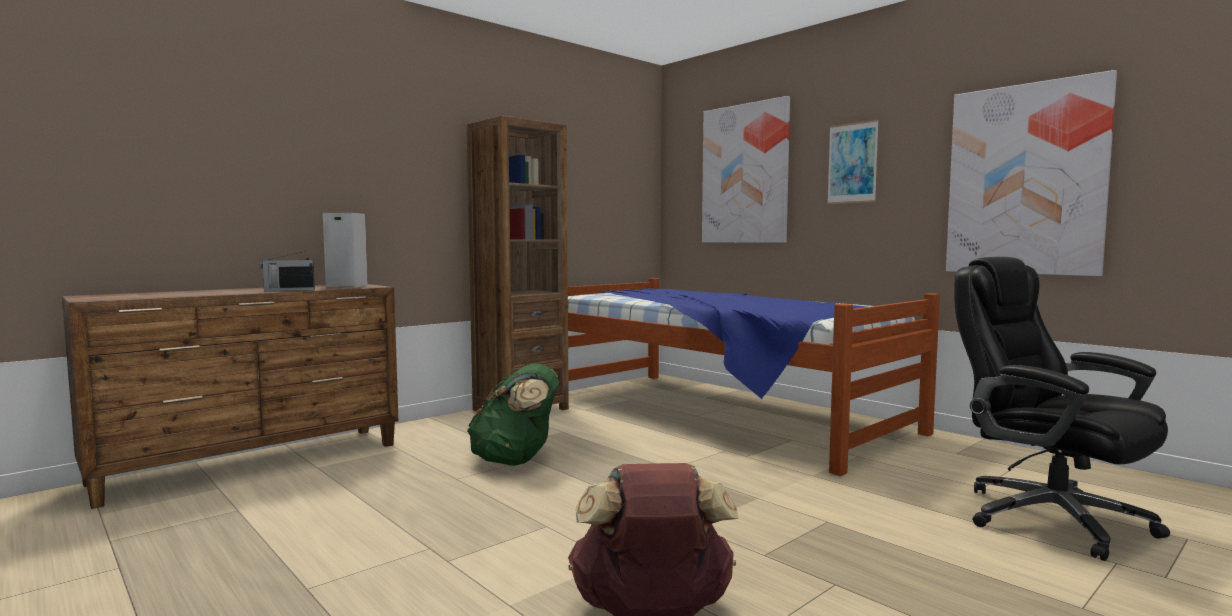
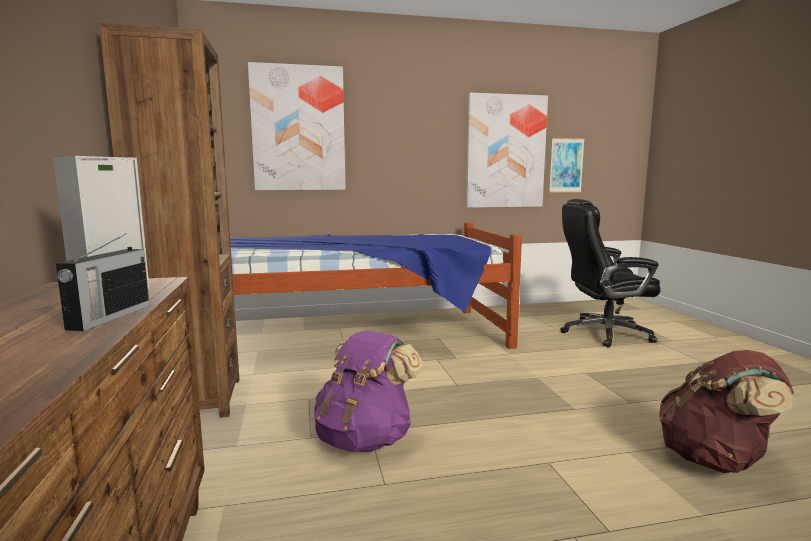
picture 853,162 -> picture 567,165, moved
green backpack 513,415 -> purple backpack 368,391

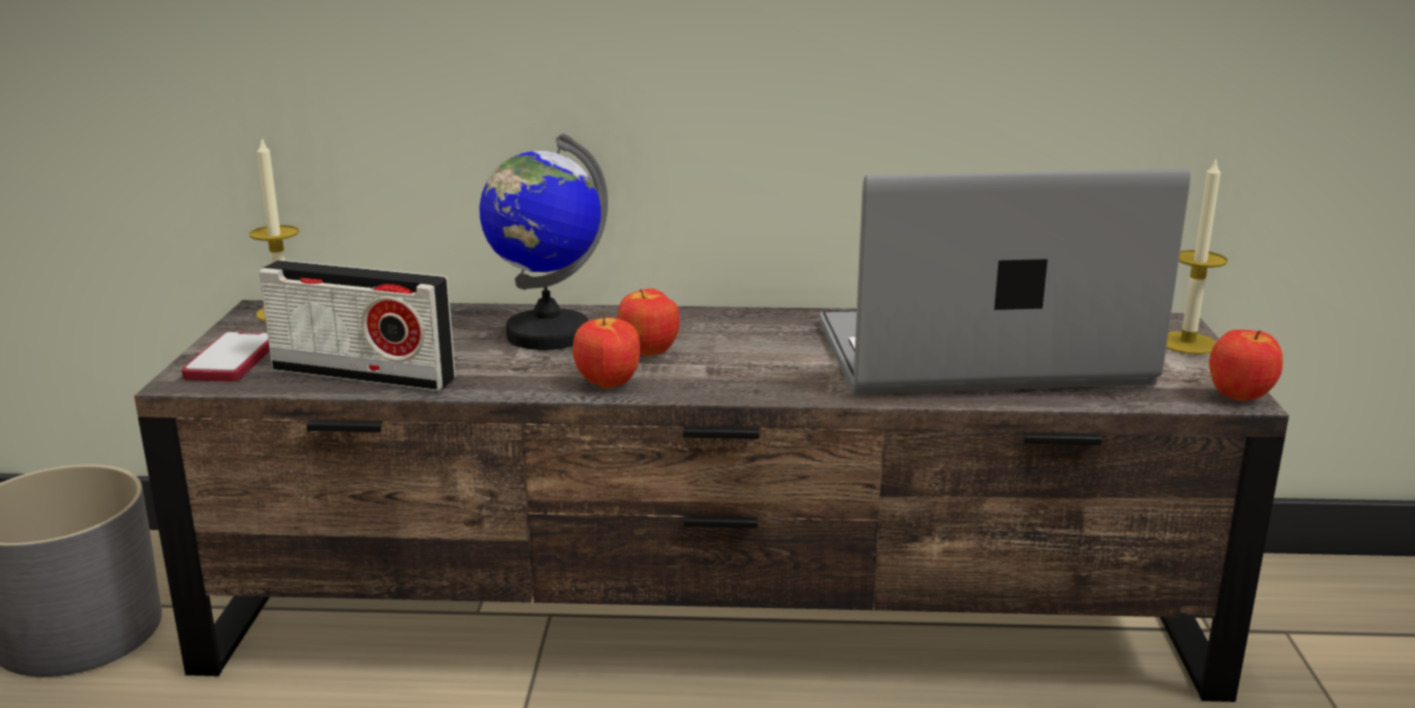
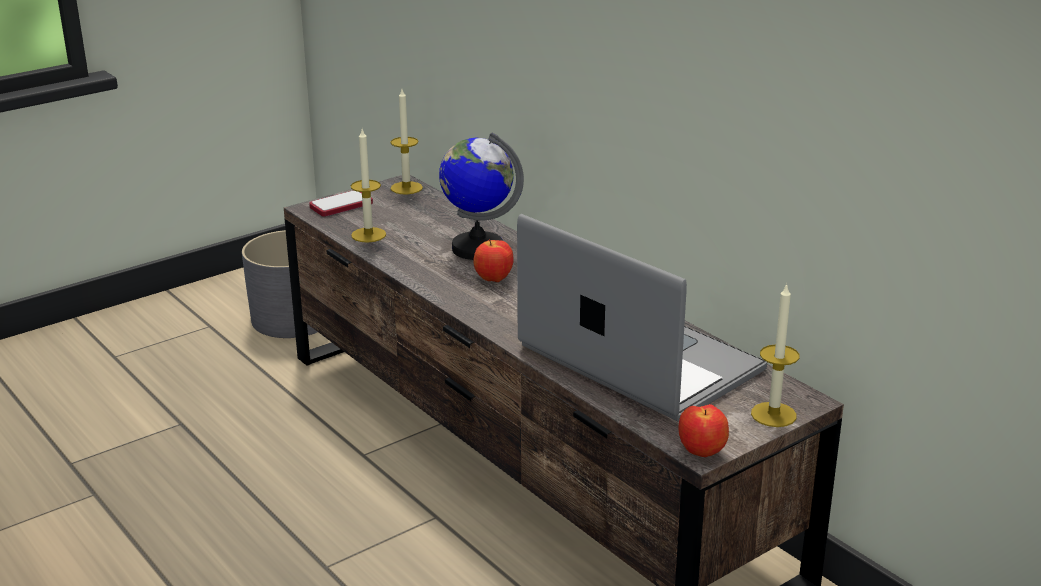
radio 357,325 -> candle 368,186
apple 606,351 -> none

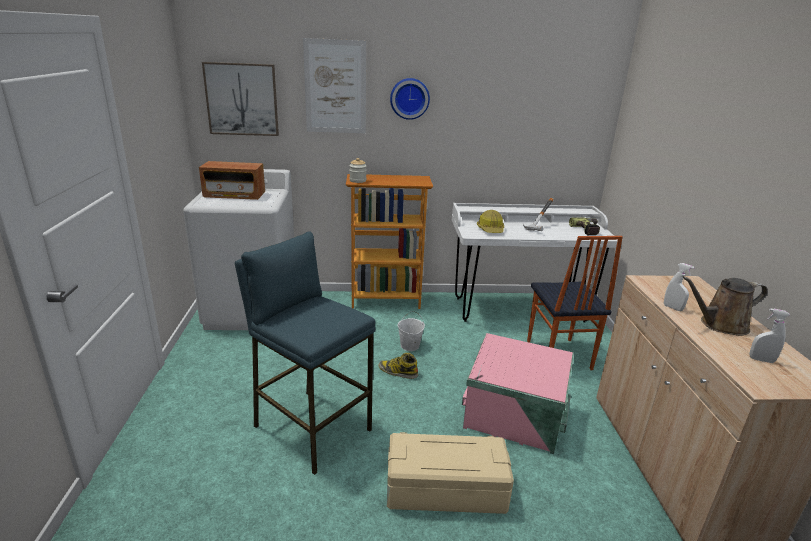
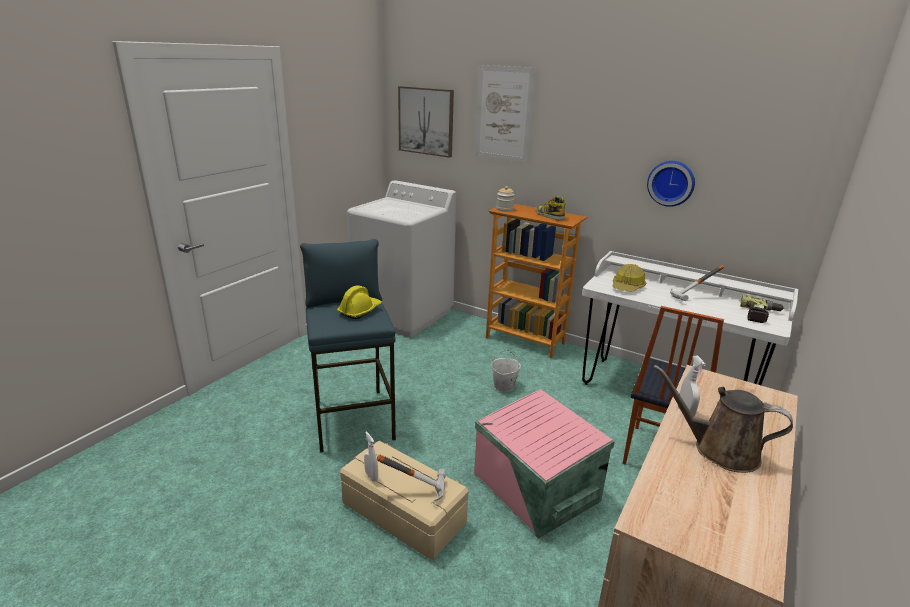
wall clock 410,99 -> wall clock 671,184, moved
radio 232,180 -> none
white spray bottle 770,335 -> white spray bottle 371,456, moved
boot 398,366 -> boot 550,208, moved
none -> yellow hard hat 359,302
none -> hammer 411,478

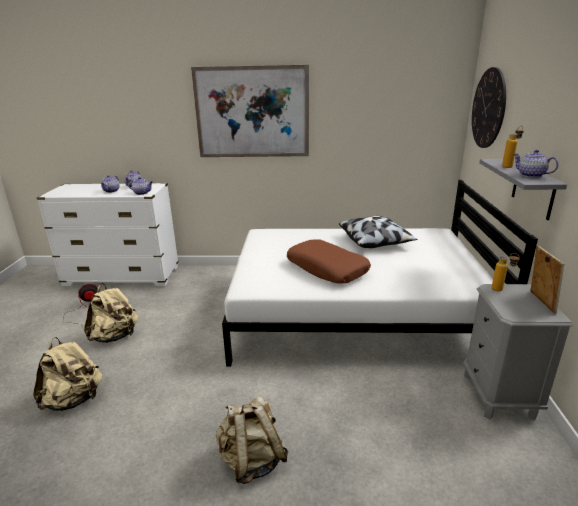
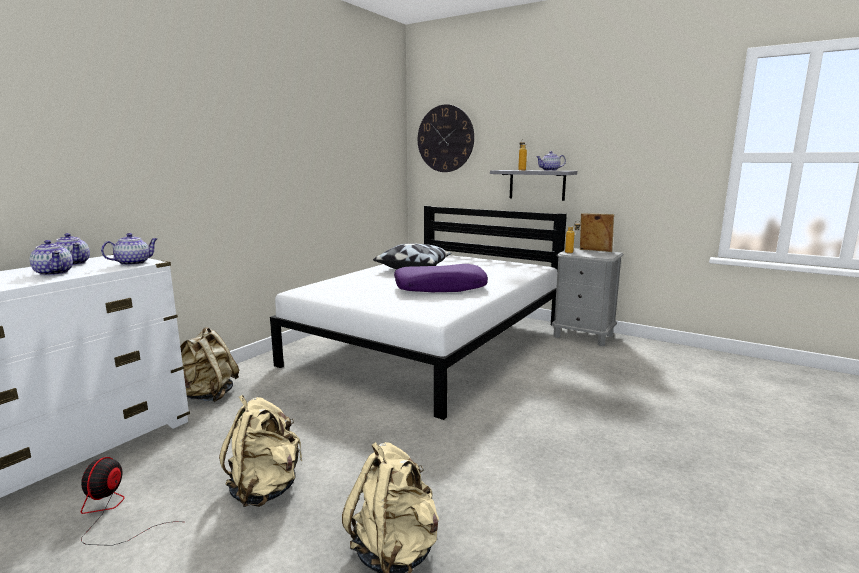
picture 250,111 -> none
brown pillow 329,261 -> purple pillow 441,278
beige backpack 252,440 -> beige backpack 209,364, moved

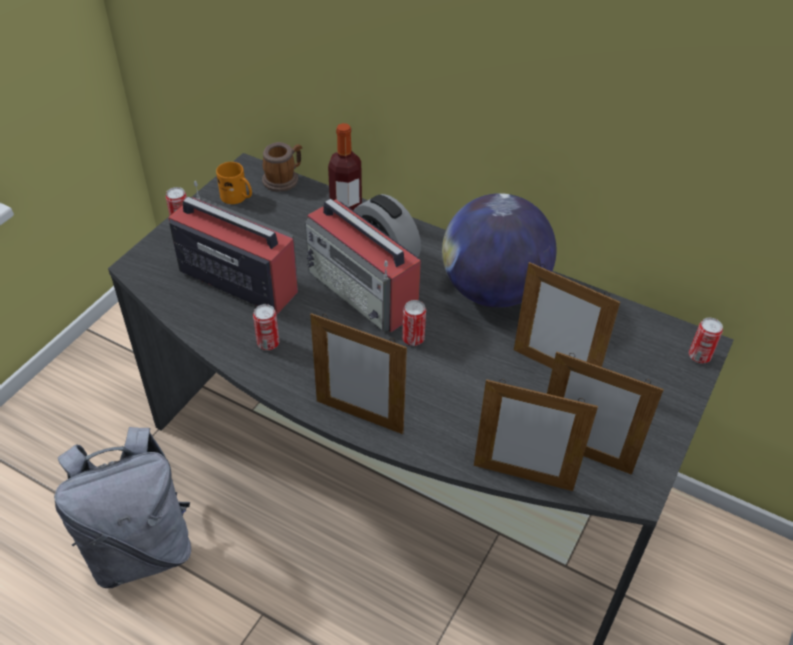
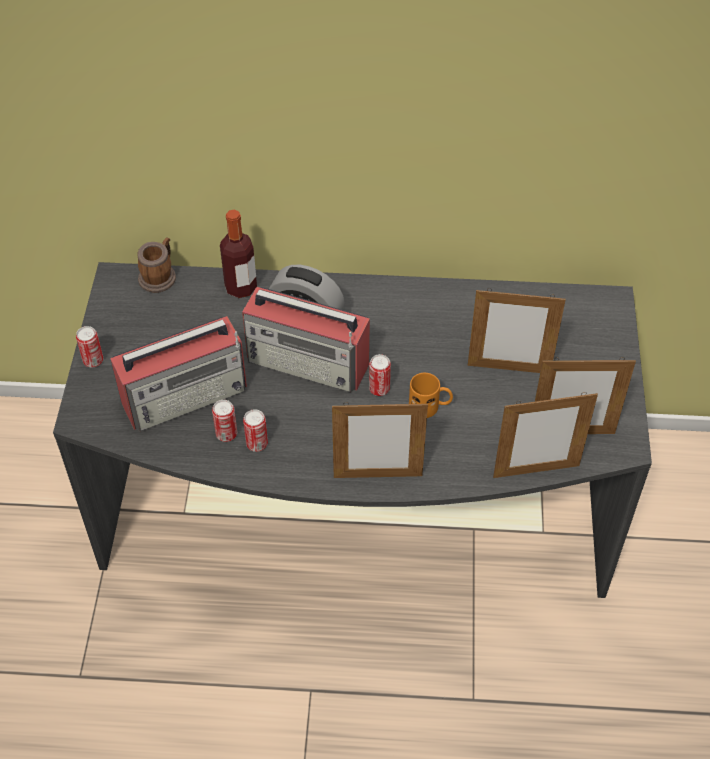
orange mug 234,183 -> orange mug 431,395, moved
radio 233,247 -> radio 178,374, 150 degrees clockwise
globe 499,250 -> none
can 706,340 -> can 224,421, moved
grey backpack 122,507 -> none

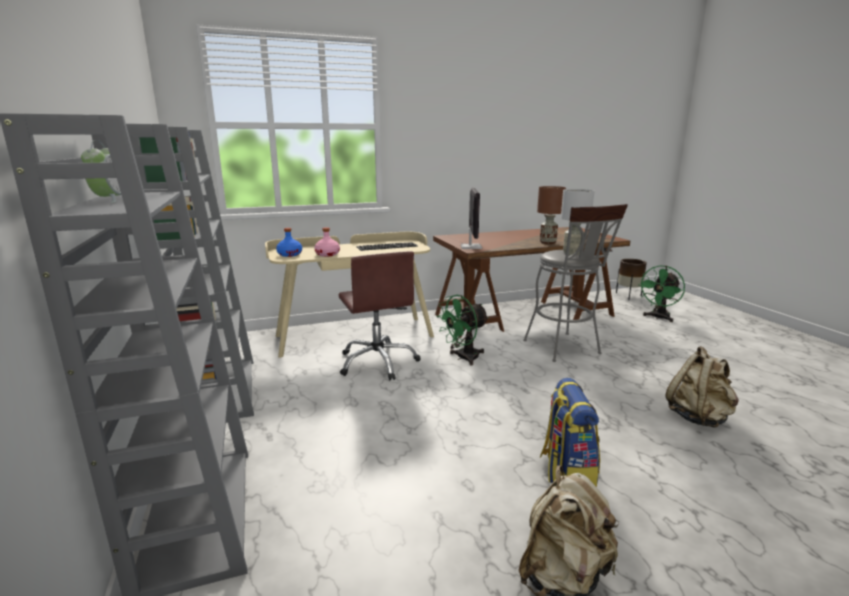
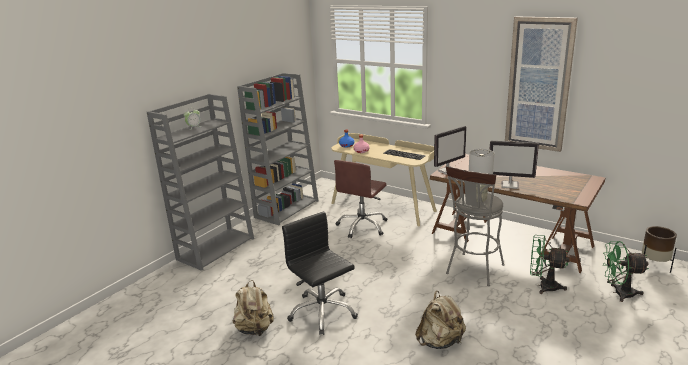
brown table lamp 551,215 -> monitor 514,165
green fan 462,330 -> green fan 550,264, moved
backpack 570,432 -> black office chair 320,273
none -> picture 541,84

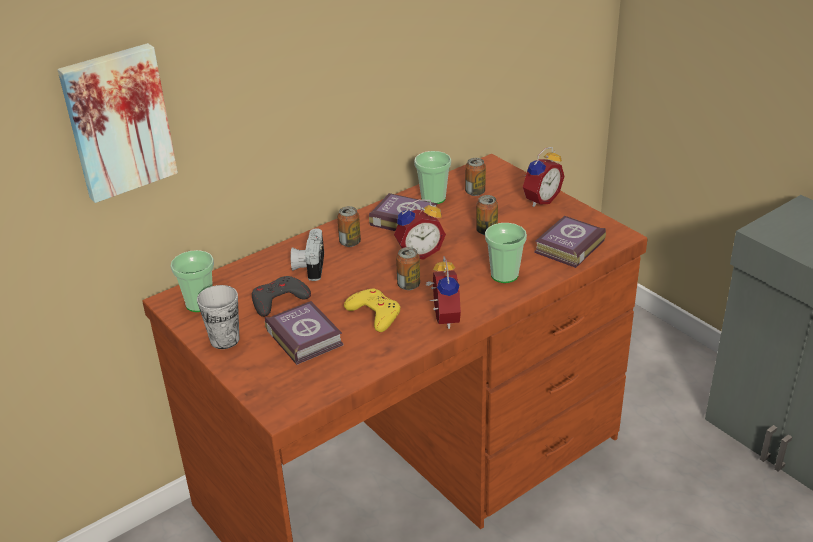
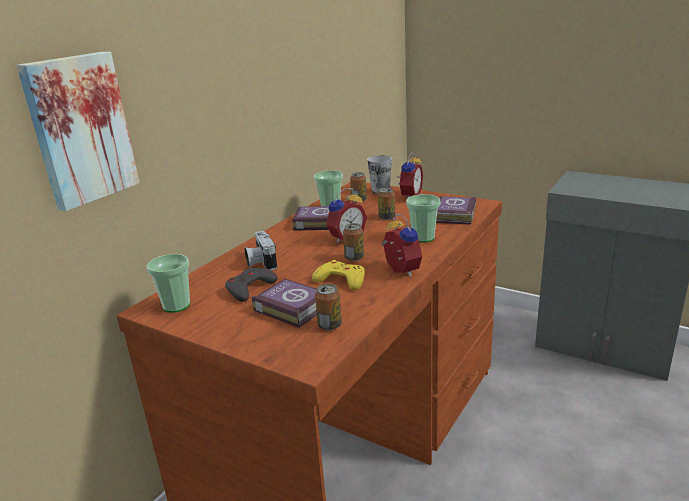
can 349,226 -> can 328,307, moved
cup 218,317 -> cup 379,174, moved

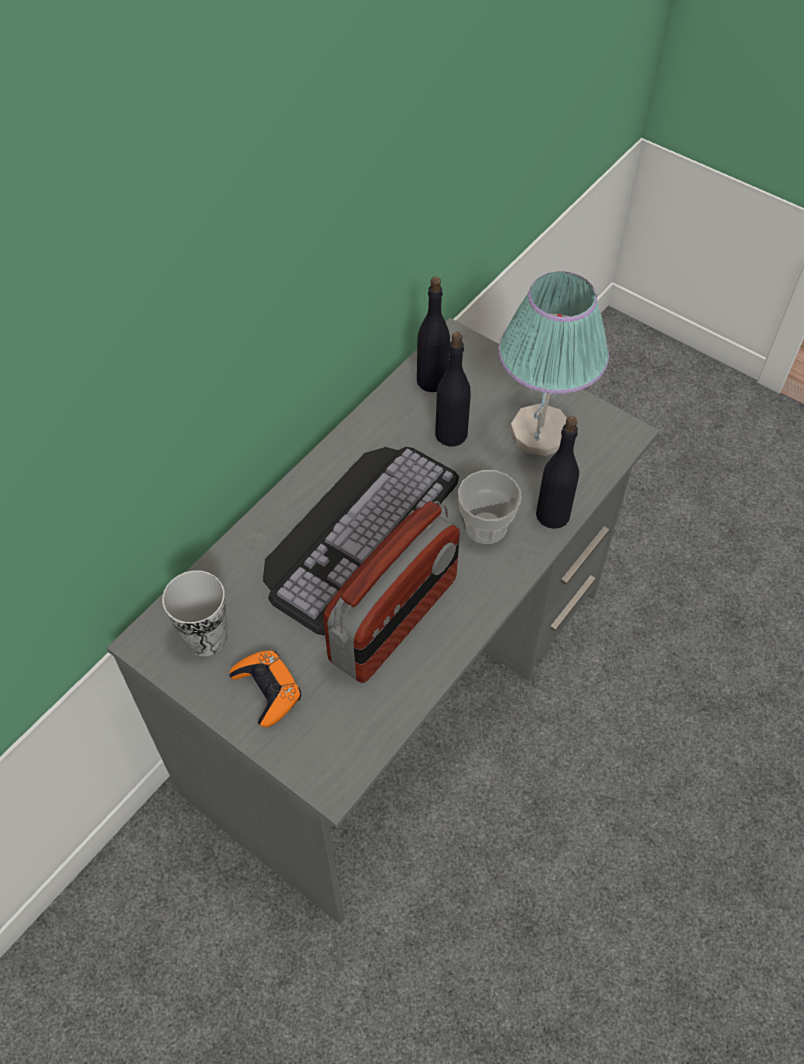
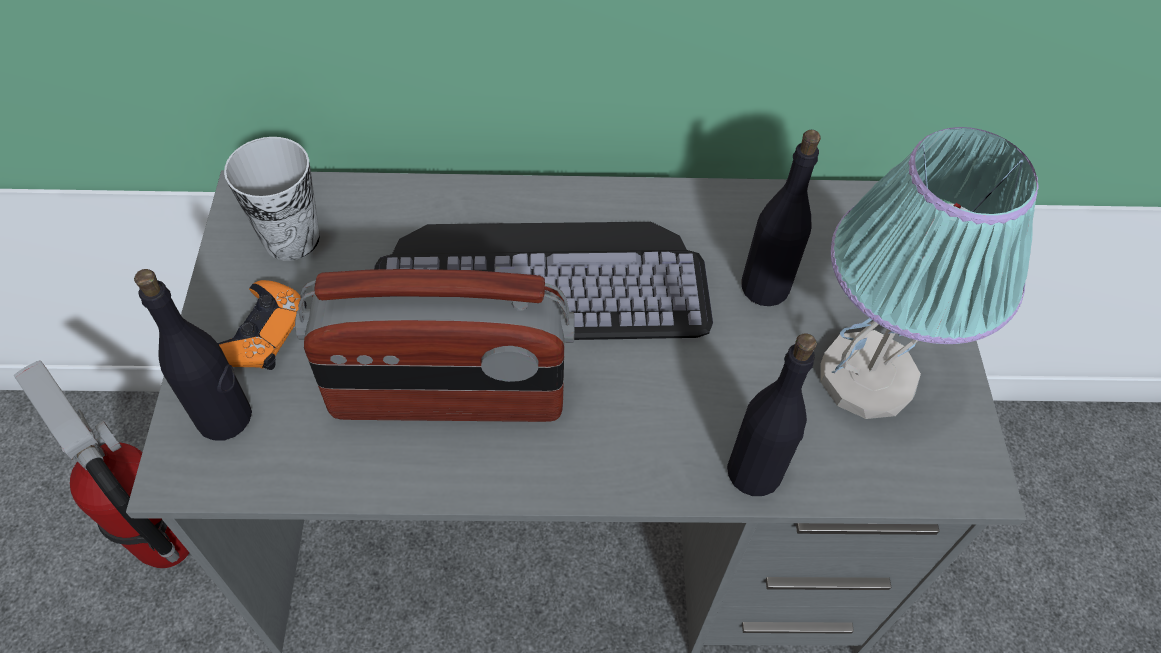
black bottle 433,334 -> black bottle 193,355, moved
cup 490,507 -> none
none -> fire extinguisher 101,464

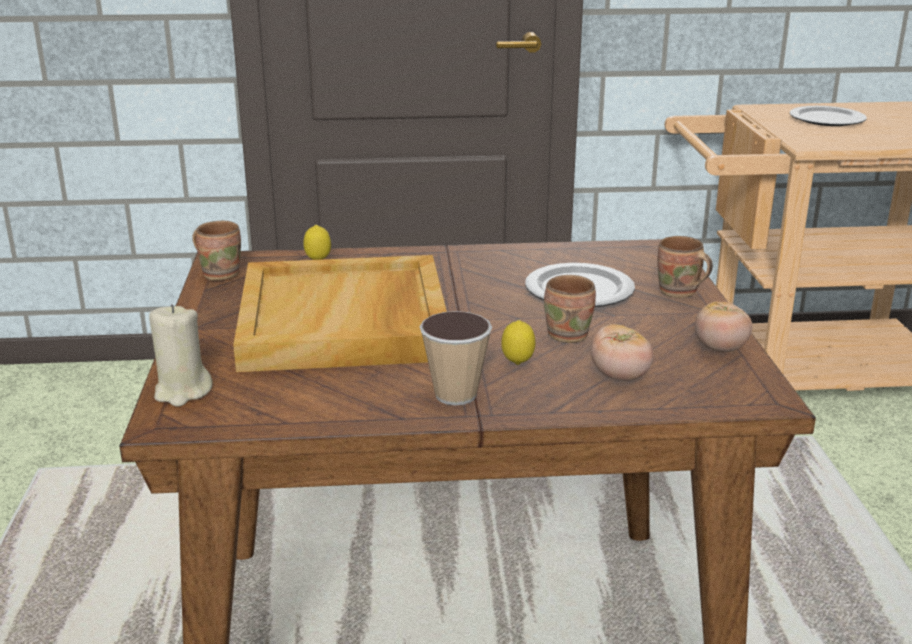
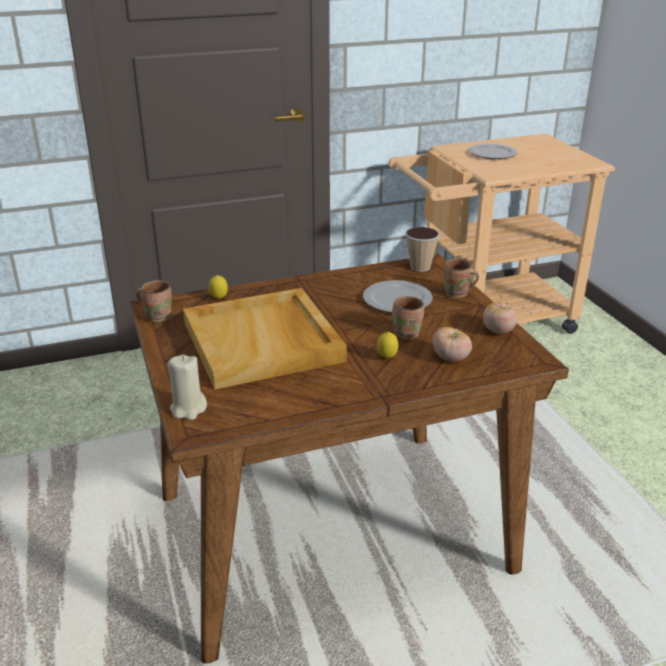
cup 456,358 -> cup 422,249, moved

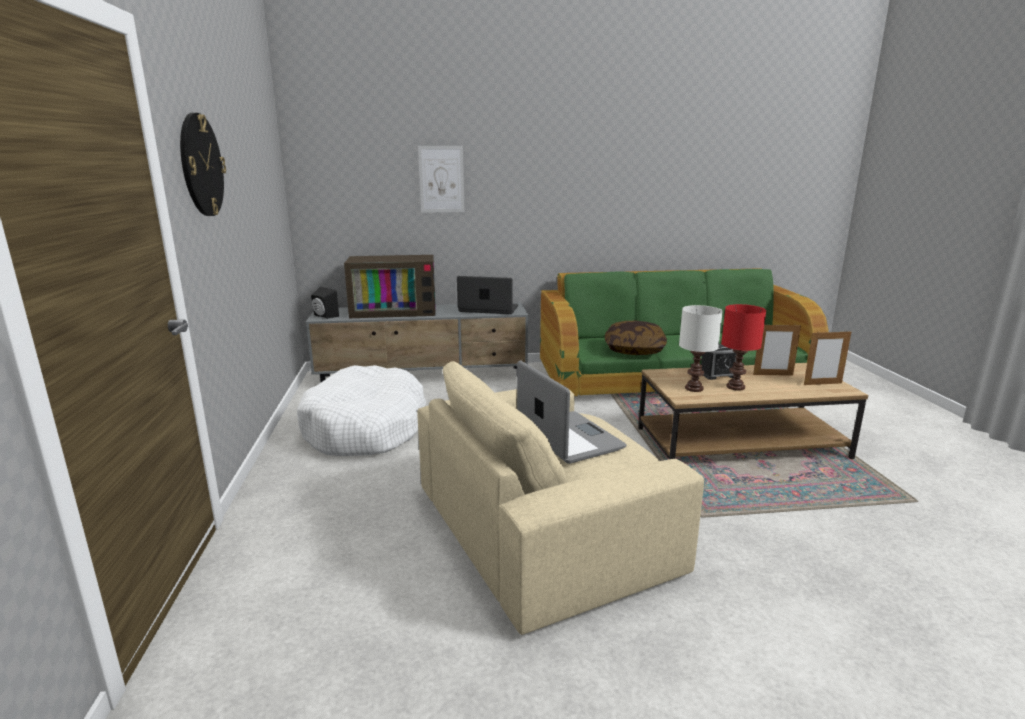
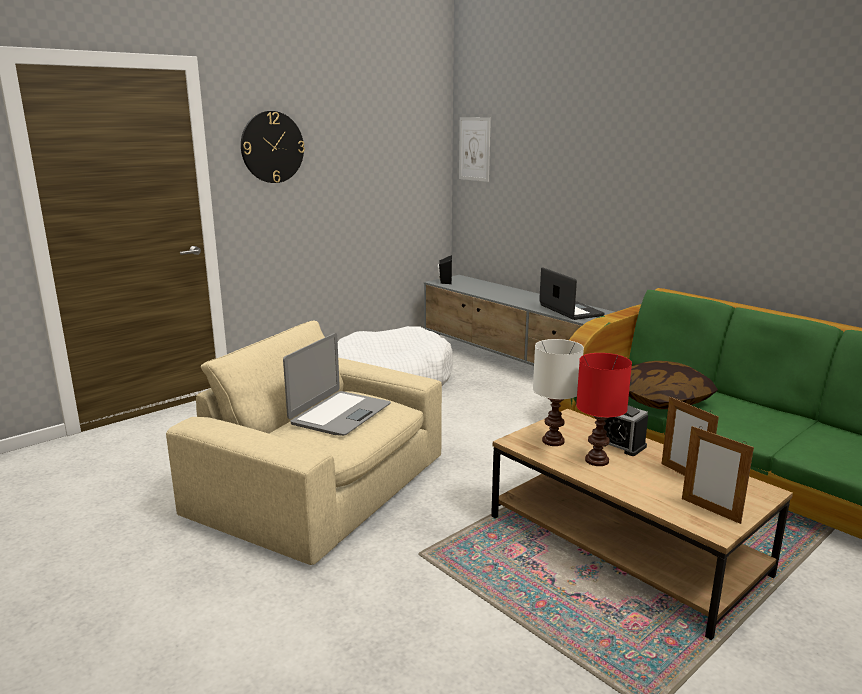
picture 441,179 -> picture 475,149, moved
television 390,286 -> none

